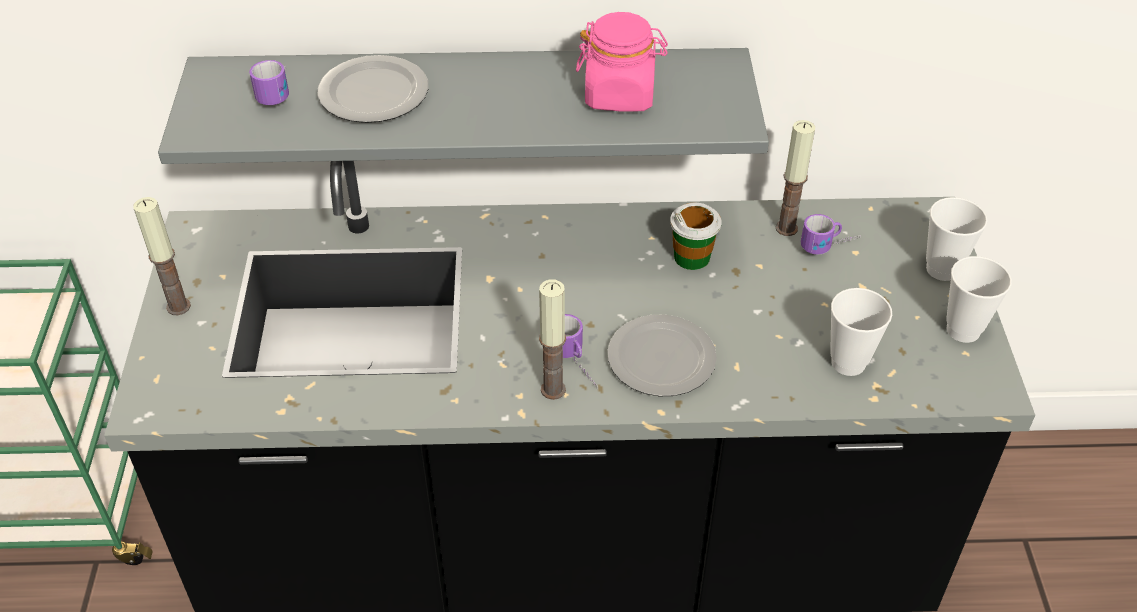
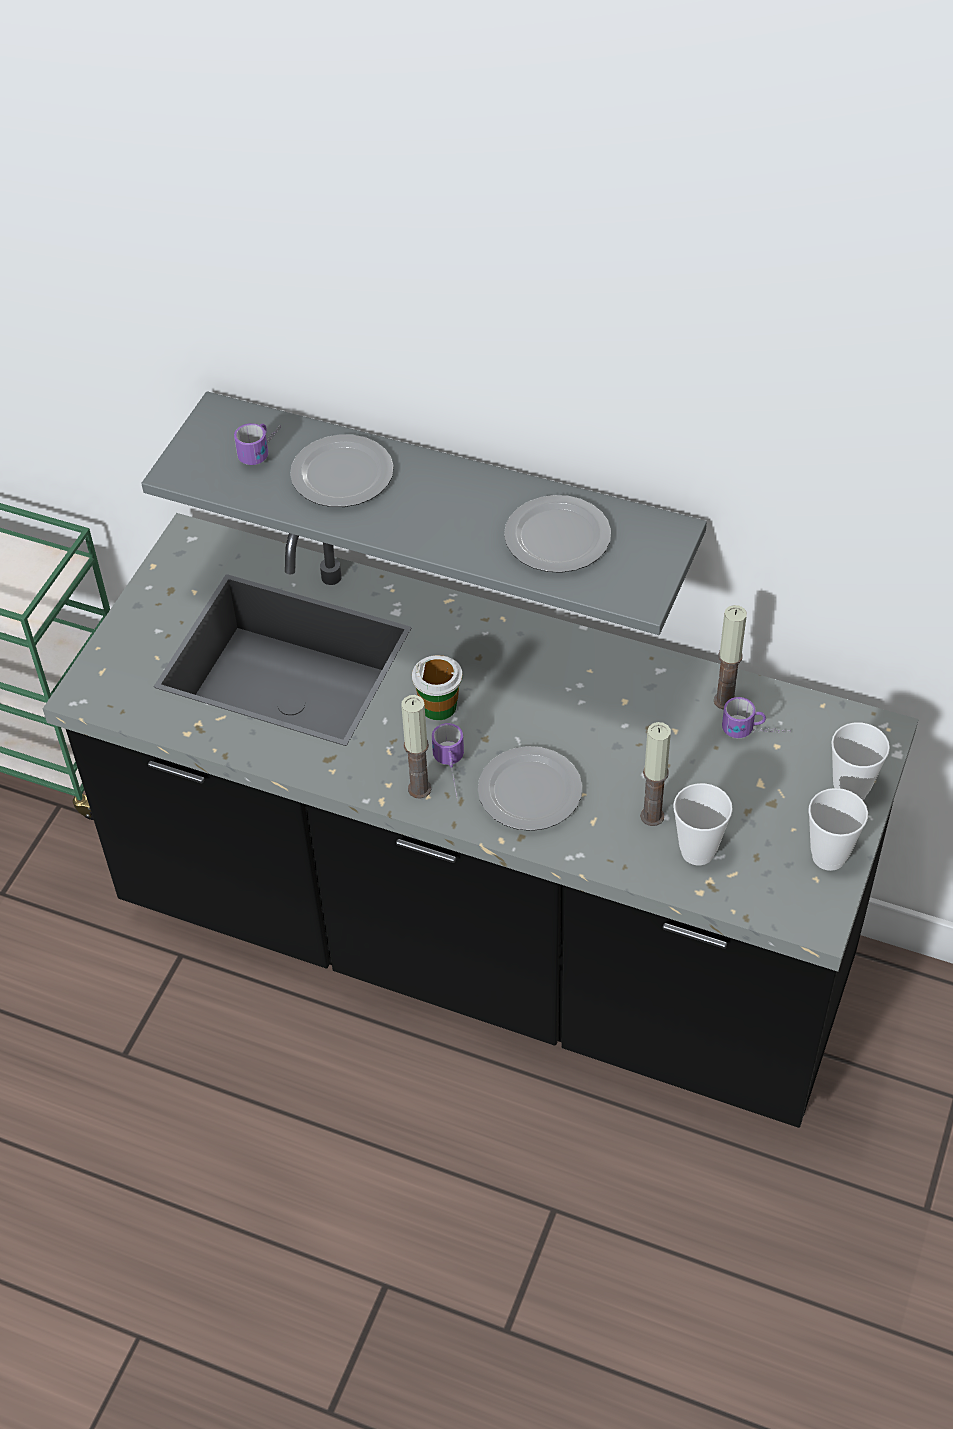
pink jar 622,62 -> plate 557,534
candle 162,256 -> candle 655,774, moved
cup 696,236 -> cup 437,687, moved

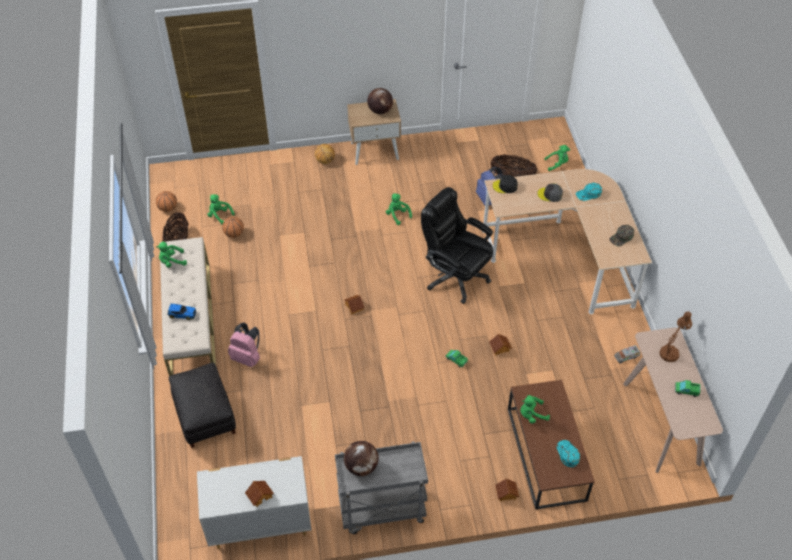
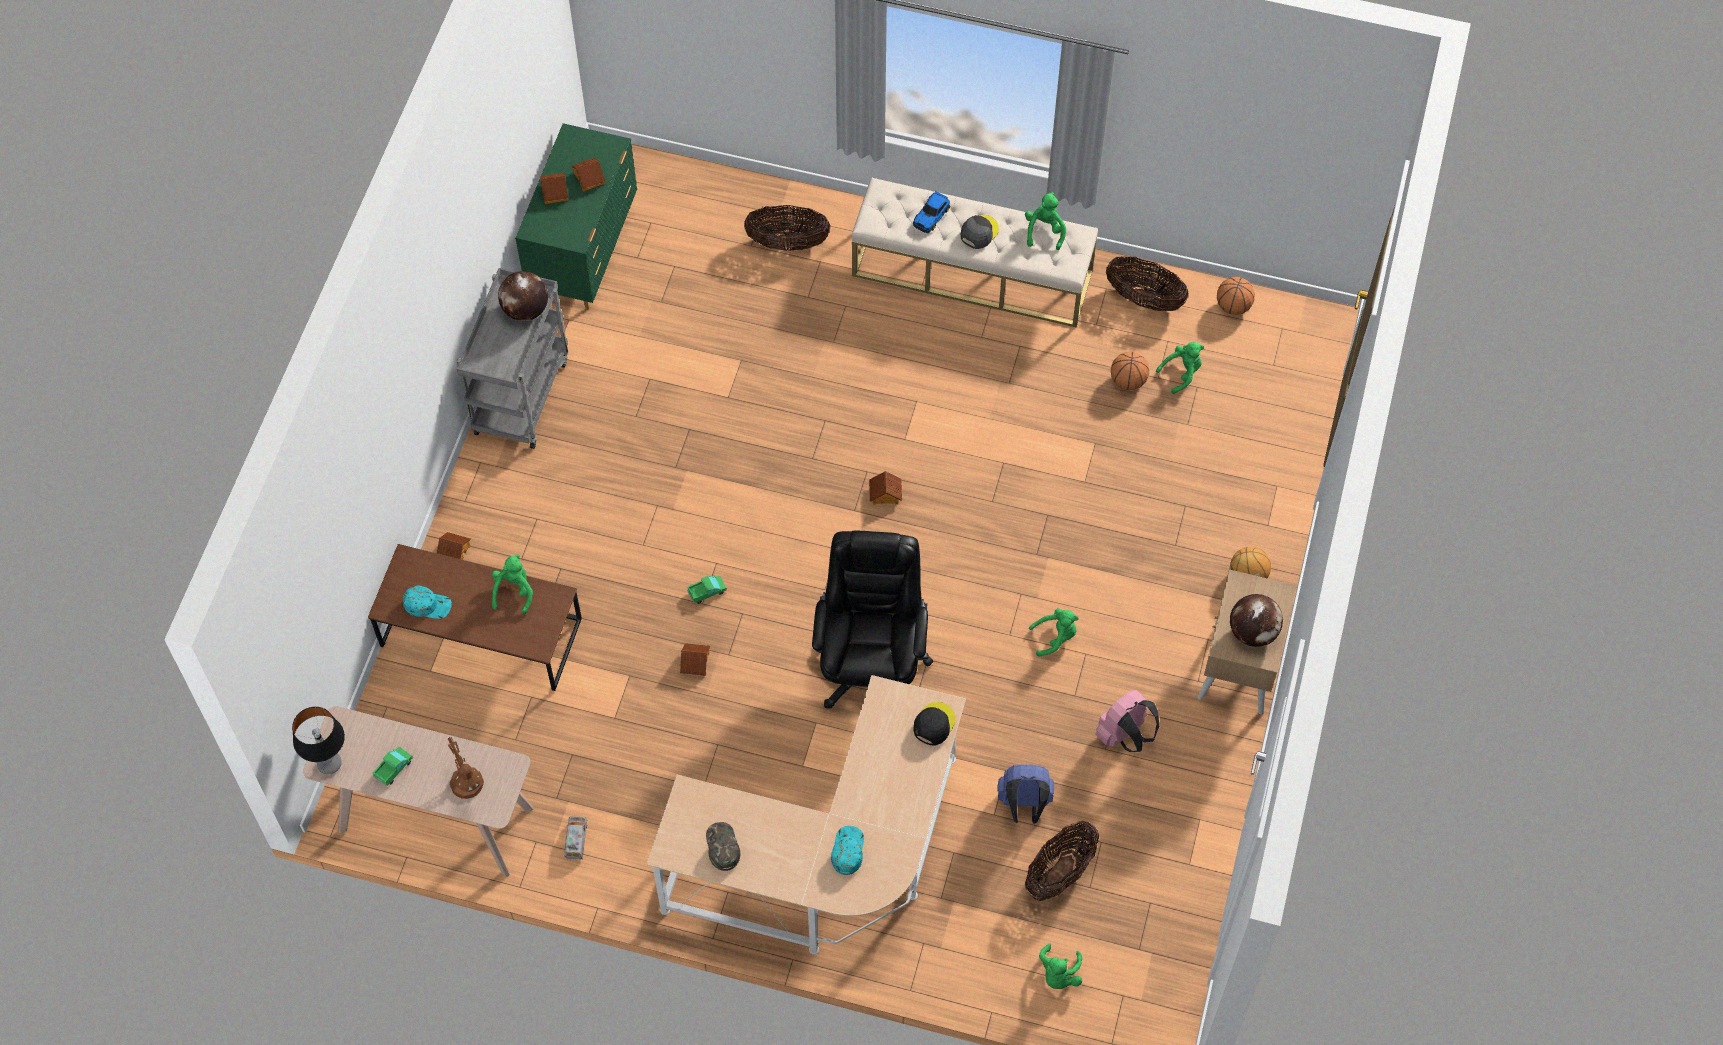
grey cap 550,192 -> grey cap 979,232, moved
black office chair 457,245 -> black office chair 872,619, 60 degrees counterclockwise
pink backpack 244,344 -> pink backpack 1127,721, moved
black ottoman 202,405 -> basket 787,228
white dresser 254,502 -> green dresser 576,216
none -> toy house 588,174
none -> table lamp 318,740

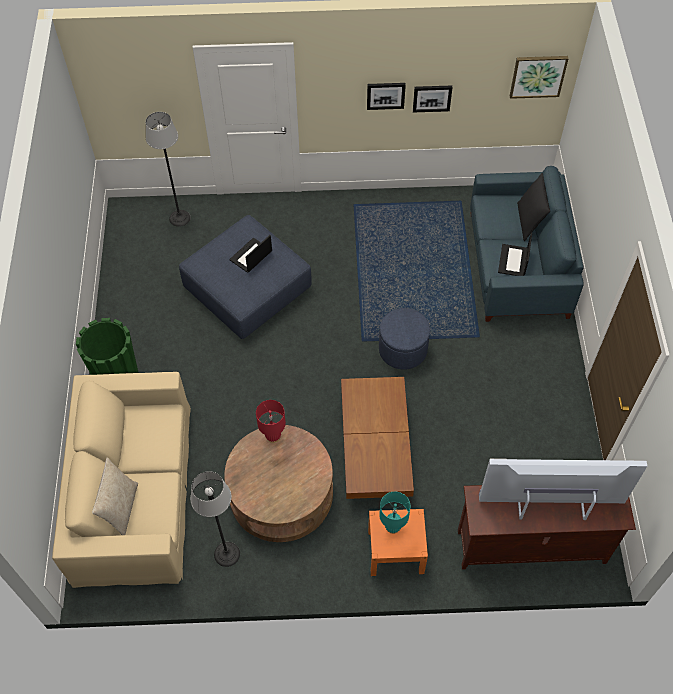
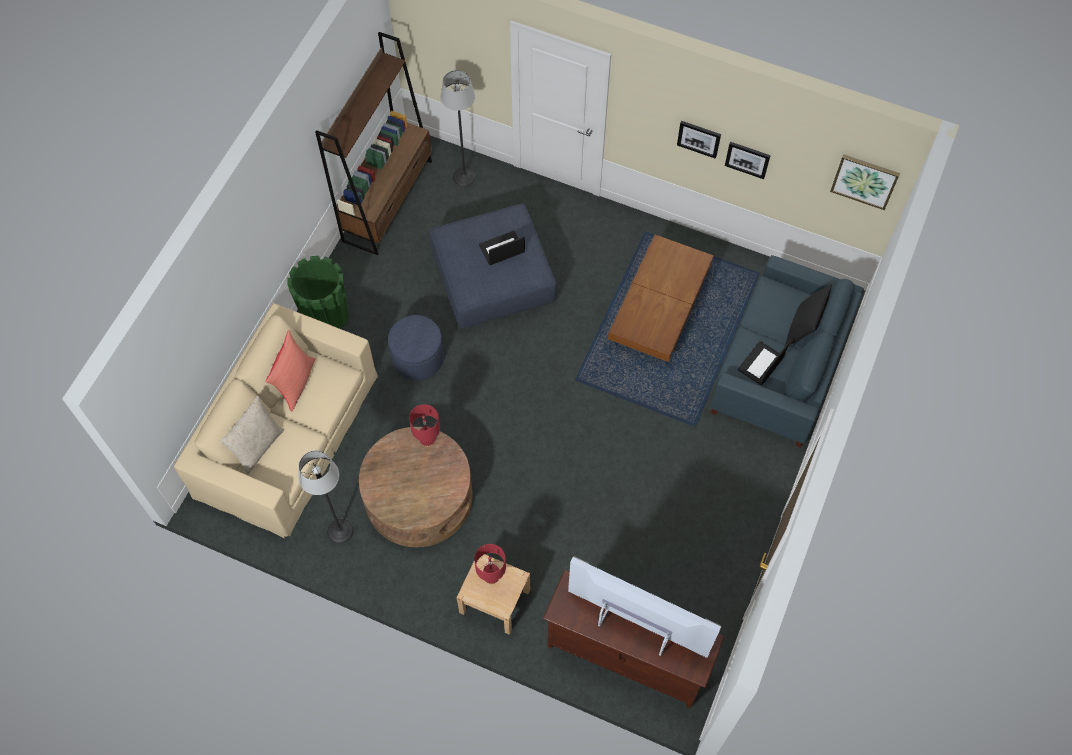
blue ottoman 404,339 -> blue ottoman 416,347, moved
brown coffee table 377,438 -> brown coffee table 661,298, moved
turquoise table lamp 394,513 -> red table lamp 490,564
orange nightstand 398,542 -> beige nightstand 493,594
none -> brown bookcase 373,143
none -> red pillow 290,370

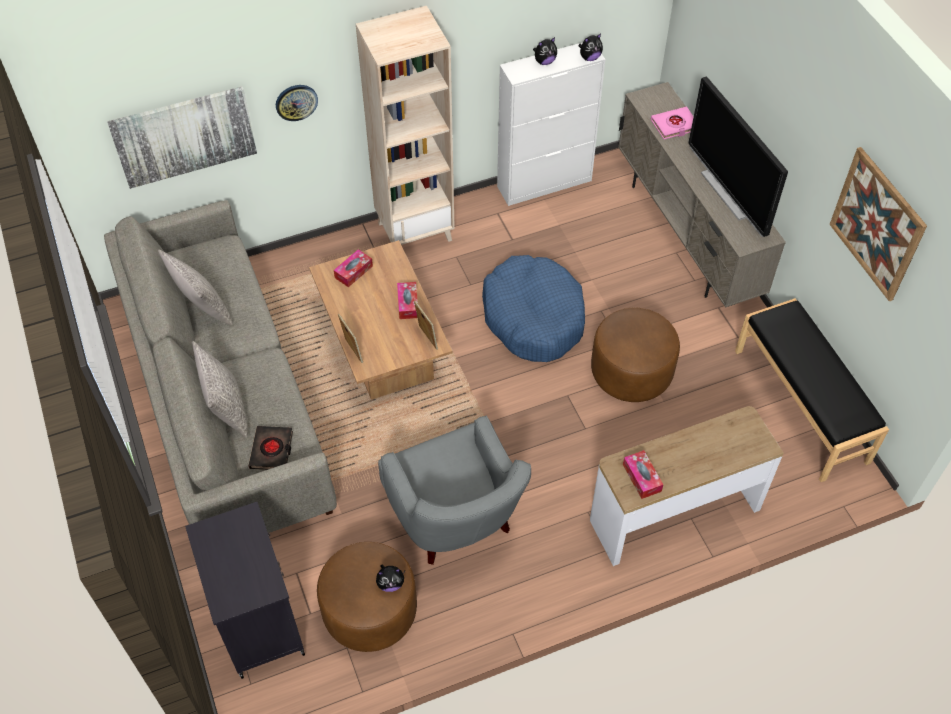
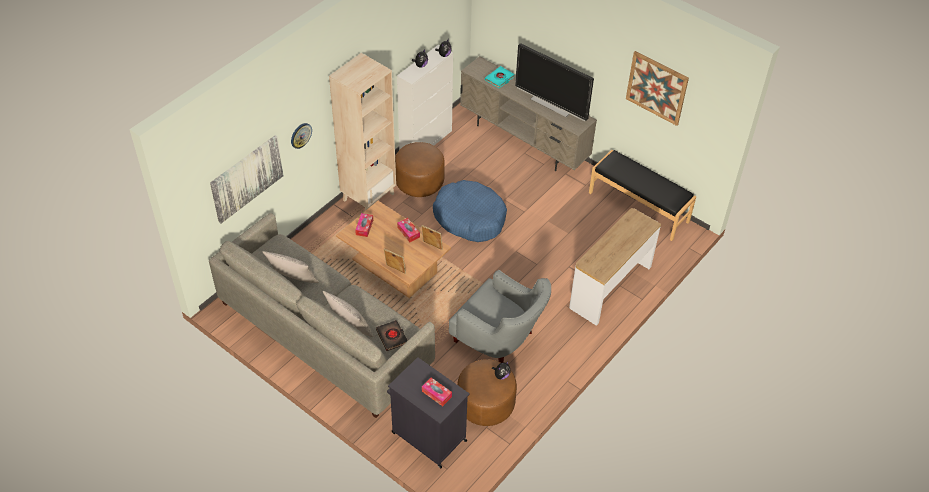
pink book 672,123 -> turquoise book 500,77
brown ottoman 635,355 -> brown ottoman 420,169, moved
tissue box 643,474 -> tissue box 437,392, moved

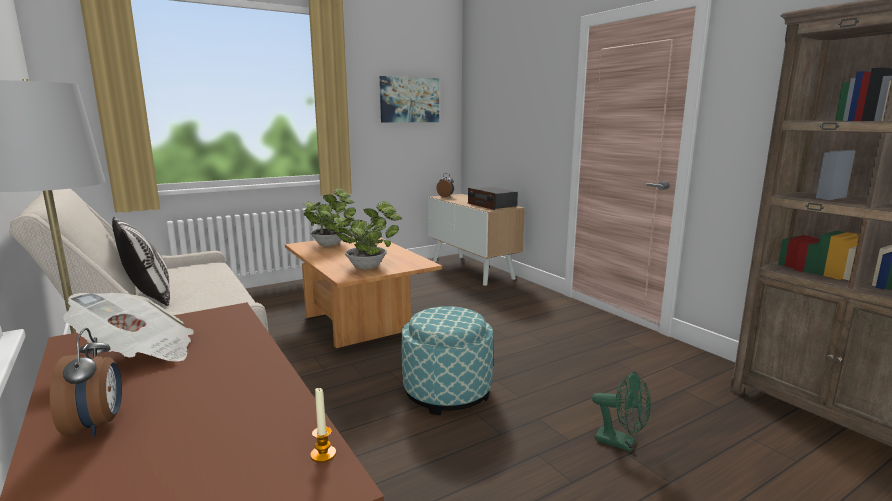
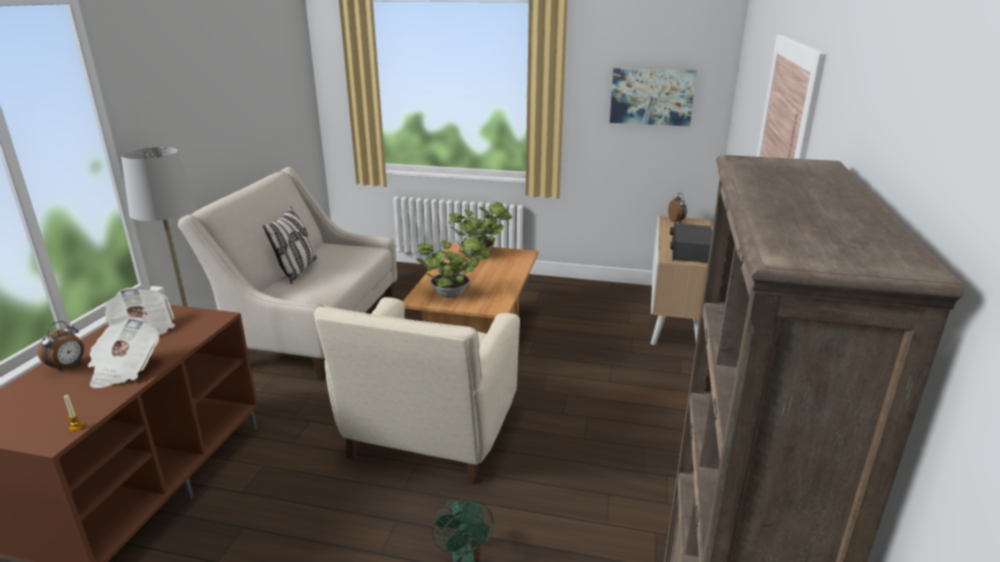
ottoman 447,360 -> beige armchair 417,390
none -> newspaper 123,352

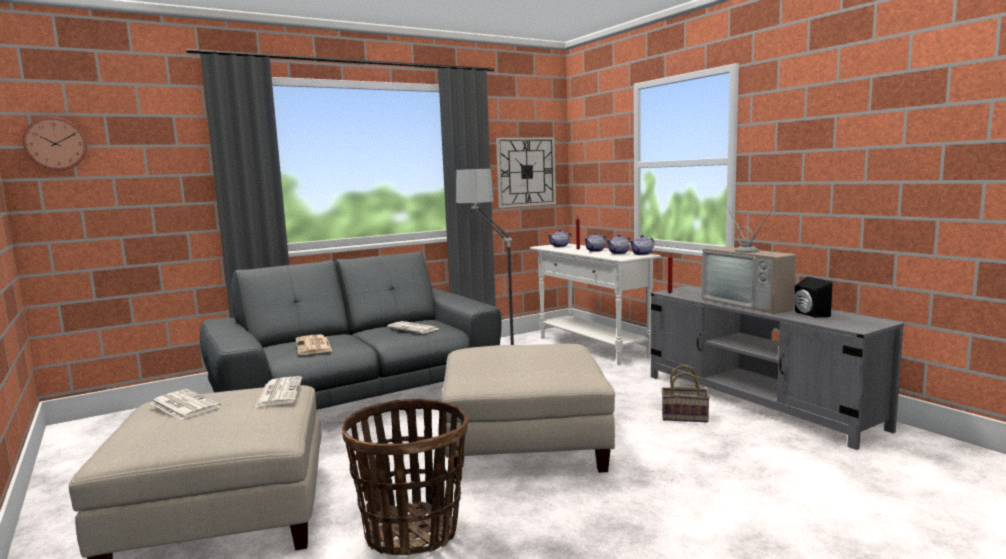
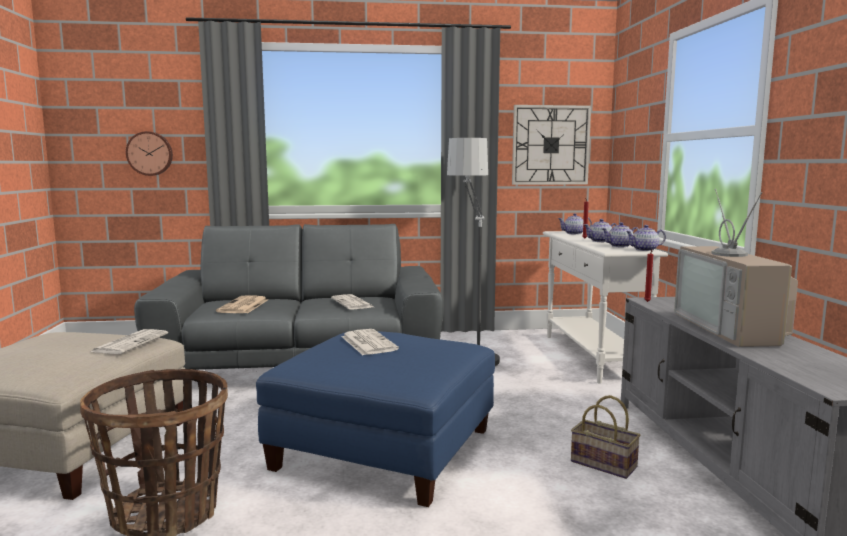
wall clock 55,143 -> wall clock 149,153, moved
black speaker 813,297 -> none
beige ottoman 528,412 -> blue ottoman 375,419
newspaper 185,404 -> newspaper 370,342, moved

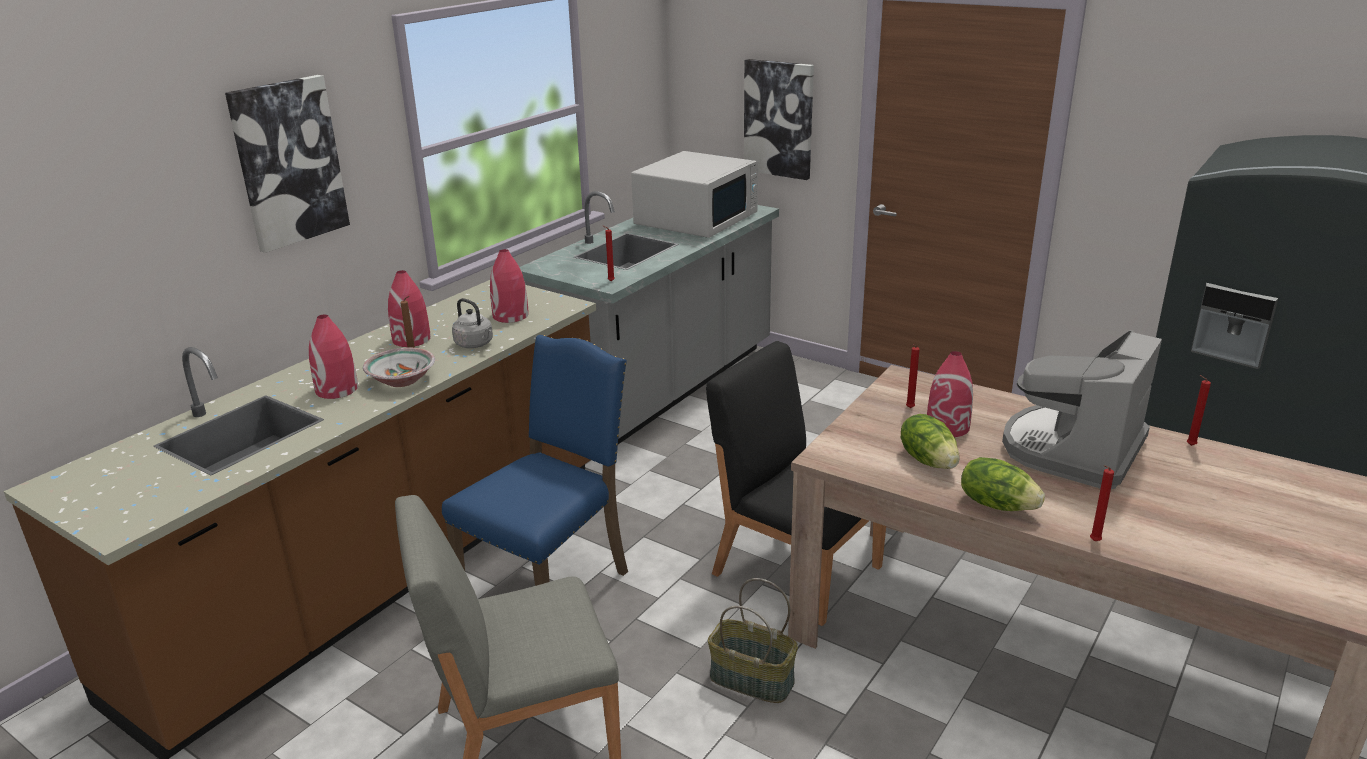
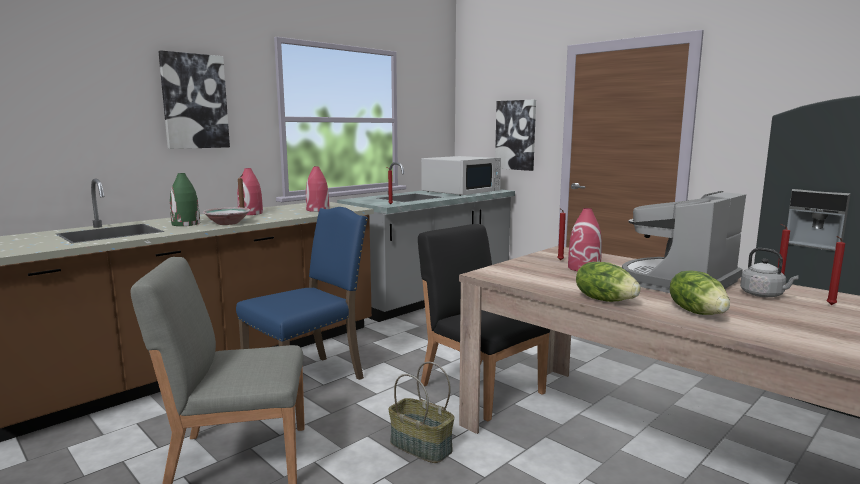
grey kettle 472,323 -> grey kettle 769,272, moved
red vase 333,357 -> green vase 185,199
lettuce 930,441 -> lettuce 700,292, moved
red candle 1102,503 -> red candle 835,270, moved

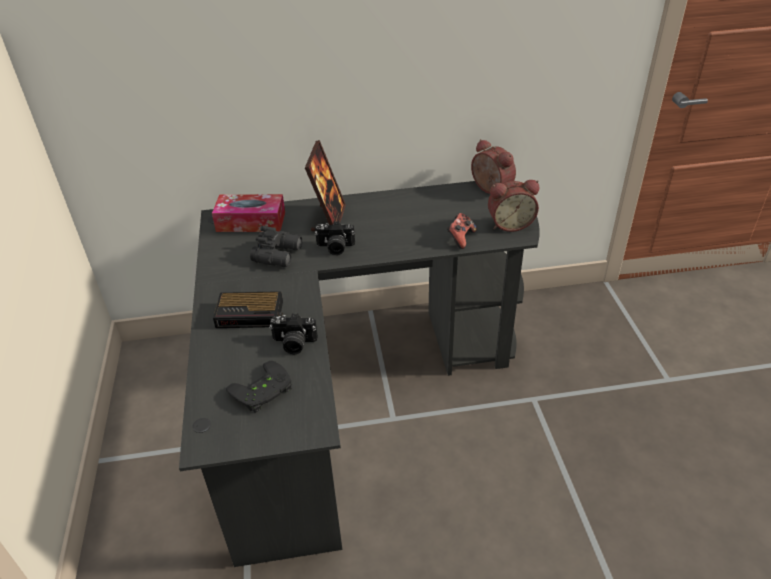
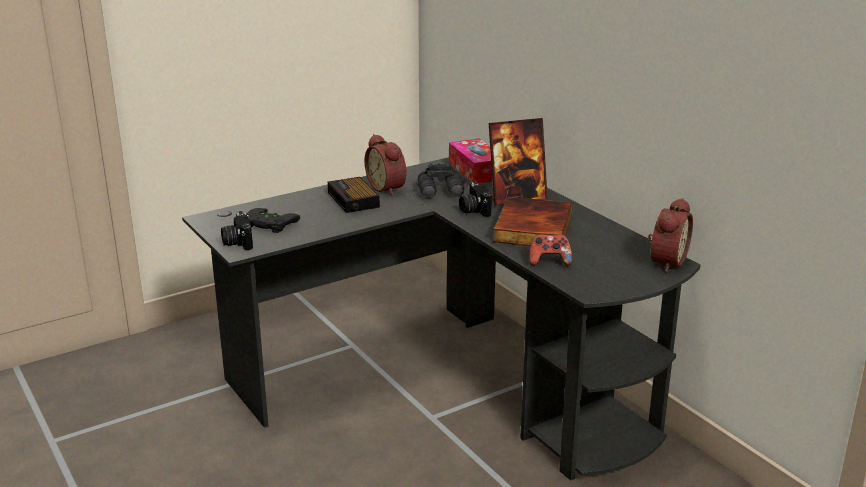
alarm clock 513,206 -> alarm clock 385,164, moved
photo camera 293,333 -> photo camera 237,230, moved
none -> book 533,221

